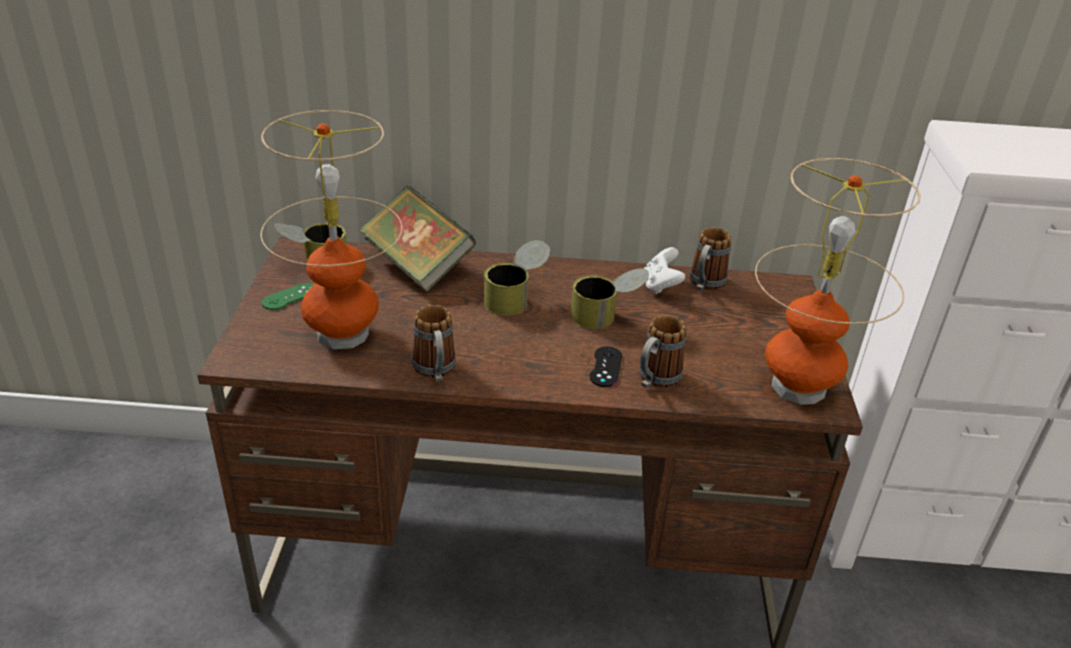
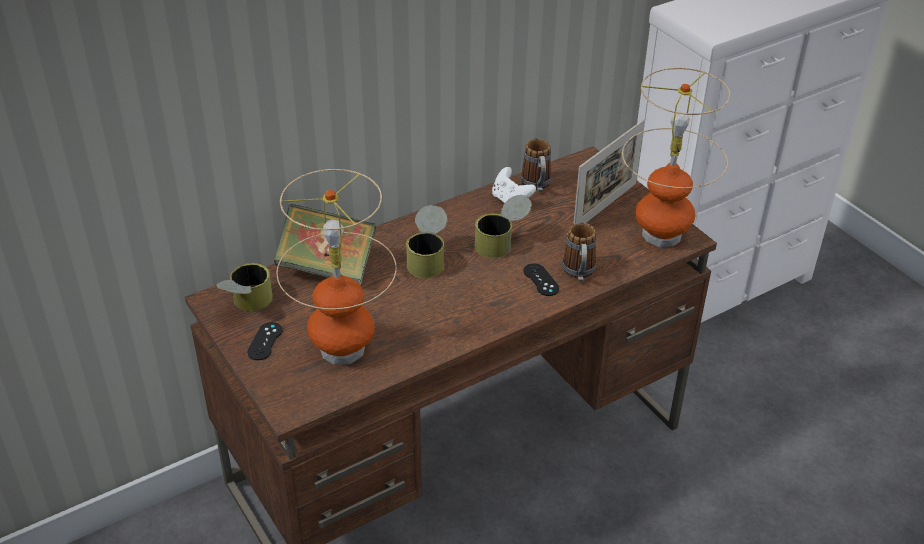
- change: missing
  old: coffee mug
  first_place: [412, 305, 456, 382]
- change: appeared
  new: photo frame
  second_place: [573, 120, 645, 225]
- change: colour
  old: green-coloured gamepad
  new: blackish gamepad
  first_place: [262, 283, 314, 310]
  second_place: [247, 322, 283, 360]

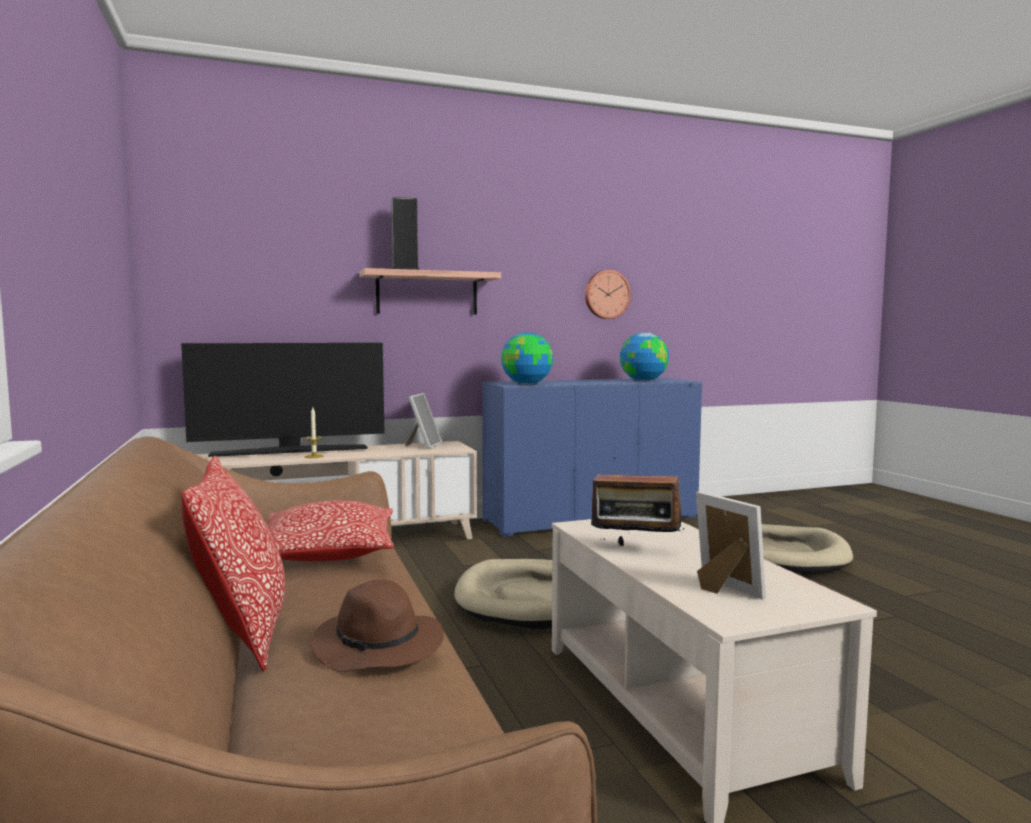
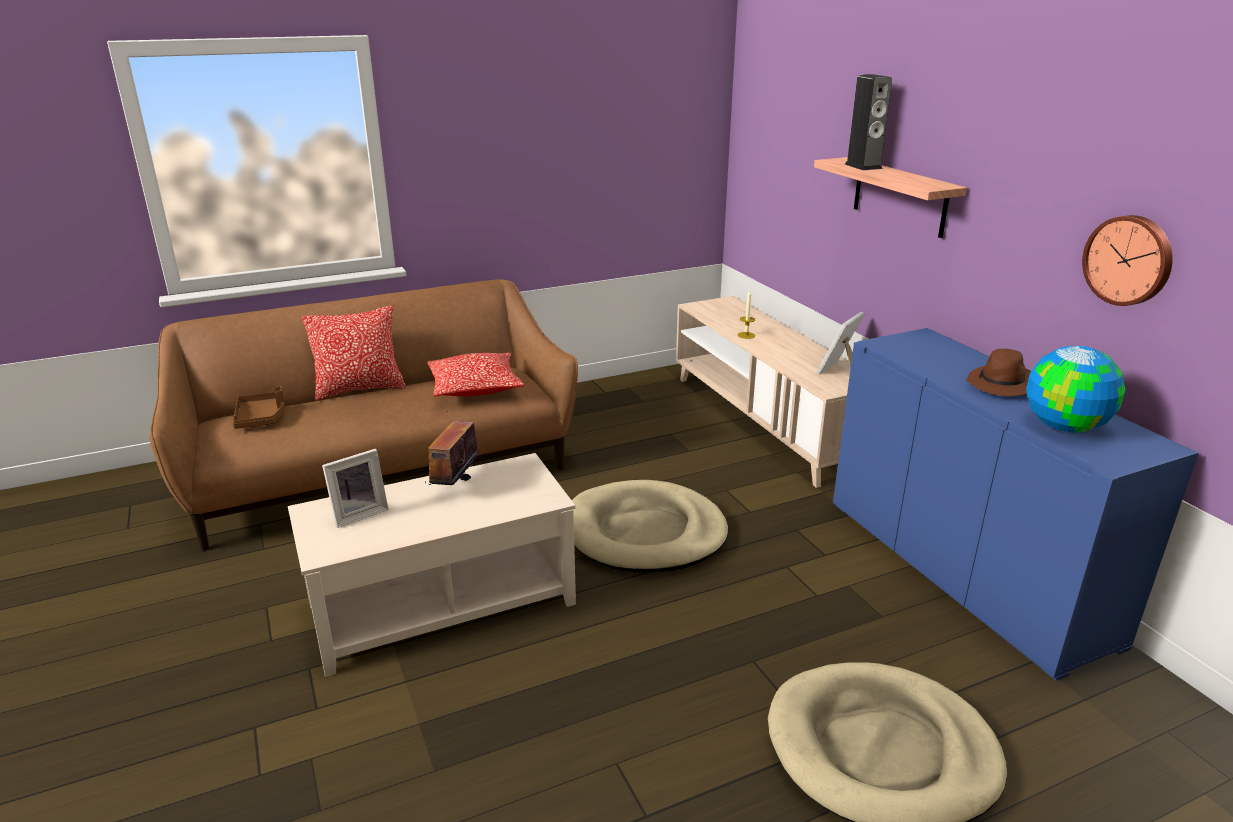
- change: missing
  old: TV
  first_place: [181, 343, 385, 457]
- change: missing
  old: desk globe
  first_place: [501, 333, 553, 385]
- change: appeared
  new: brown carrying tray
  second_place: [233, 386, 285, 429]
- change: relocated
  old: brown wearable hat
  first_place: [311, 579, 444, 672]
  second_place: [966, 348, 1031, 396]
- change: spun
  old: photo frame
  first_place: [405, 393, 442, 449]
  second_place: [817, 312, 864, 375]
  degrees: 120

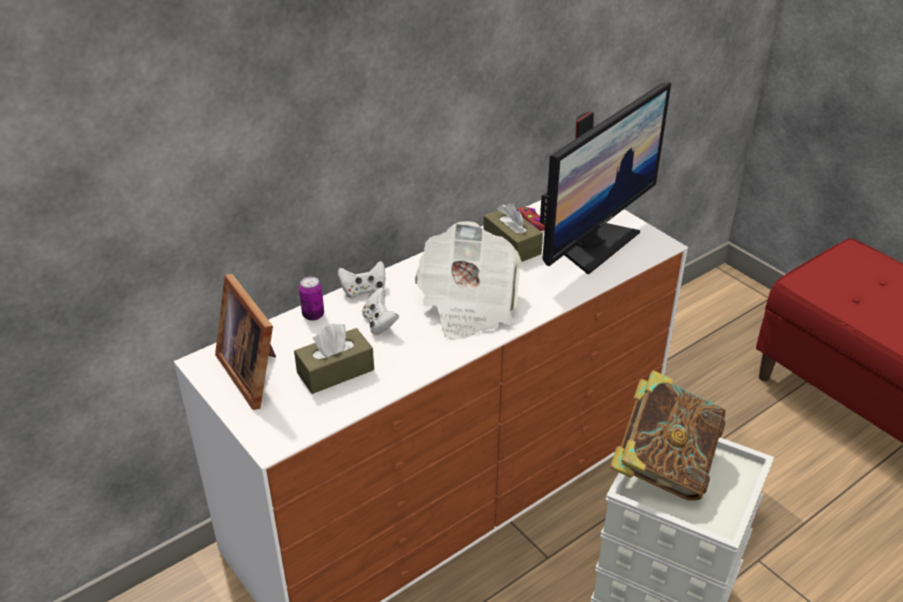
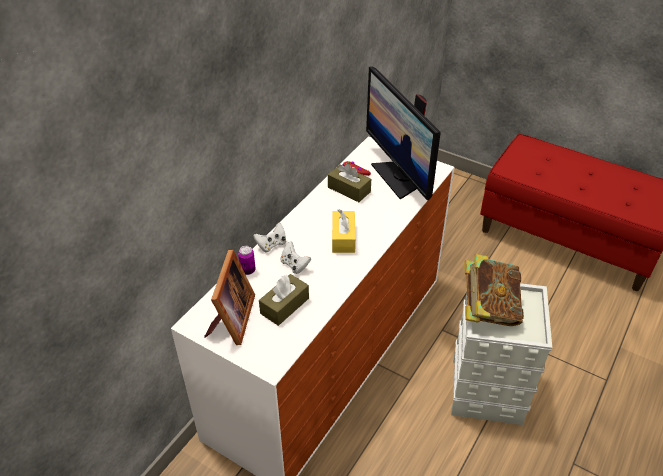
- change: exchanged
  old: daily paper
  new: yellow box of tissues
  first_place: [415, 221, 521, 340]
  second_place: [332, 209, 356, 253]
- change: spun
  old: photo frame
  first_place: [215, 274, 276, 410]
  second_place: [204, 250, 255, 345]
  degrees: -120
- change: spun
  old: computer display
  first_place: [540, 82, 671, 275]
  second_place: [366, 66, 441, 200]
  degrees: 135

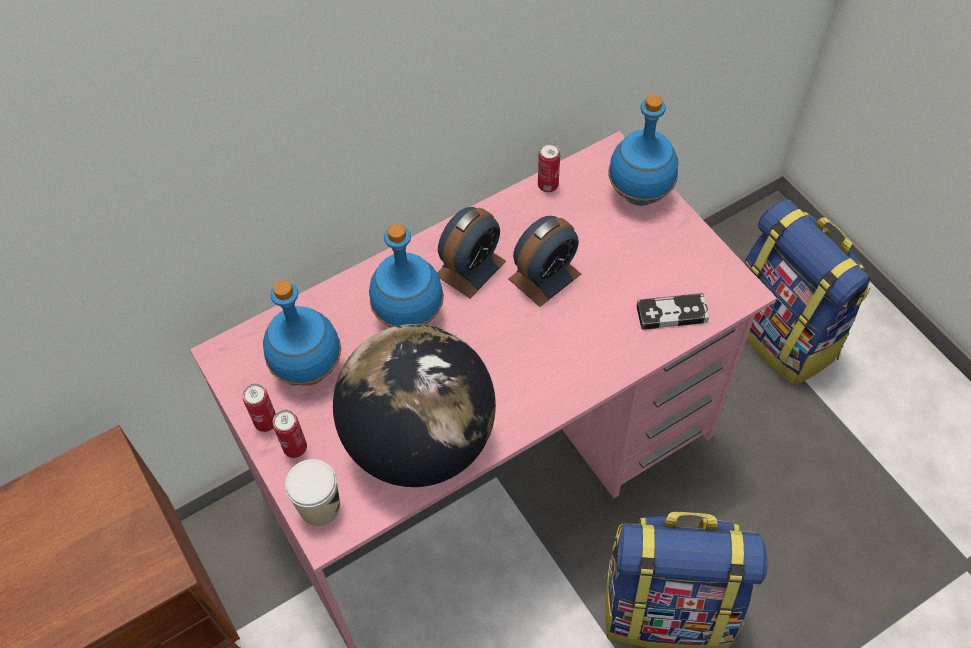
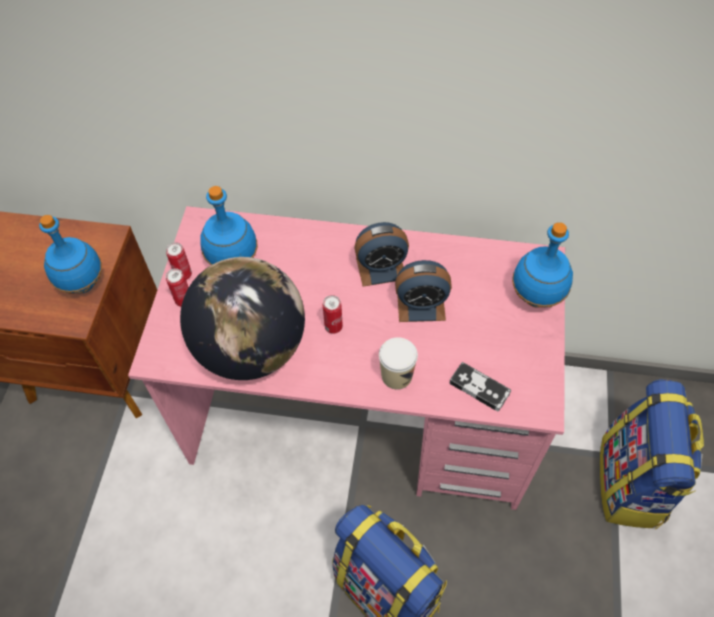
- change: relocated
  old: drinking cup
  first_place: [285, 459, 340, 526]
  second_place: [379, 337, 418, 390]
- change: relocated
  old: bluish drink bottle
  first_place: [369, 223, 444, 328]
  second_place: [39, 215, 102, 294]
- change: relocated
  old: metal can
  first_place: [538, 143, 560, 192]
  second_place: [323, 295, 343, 334]

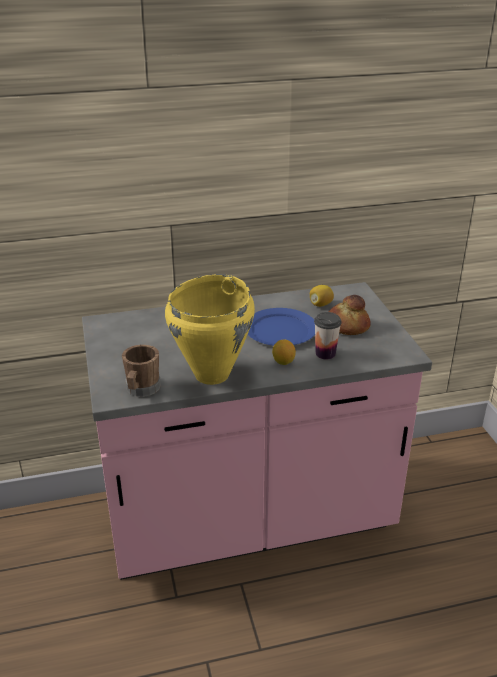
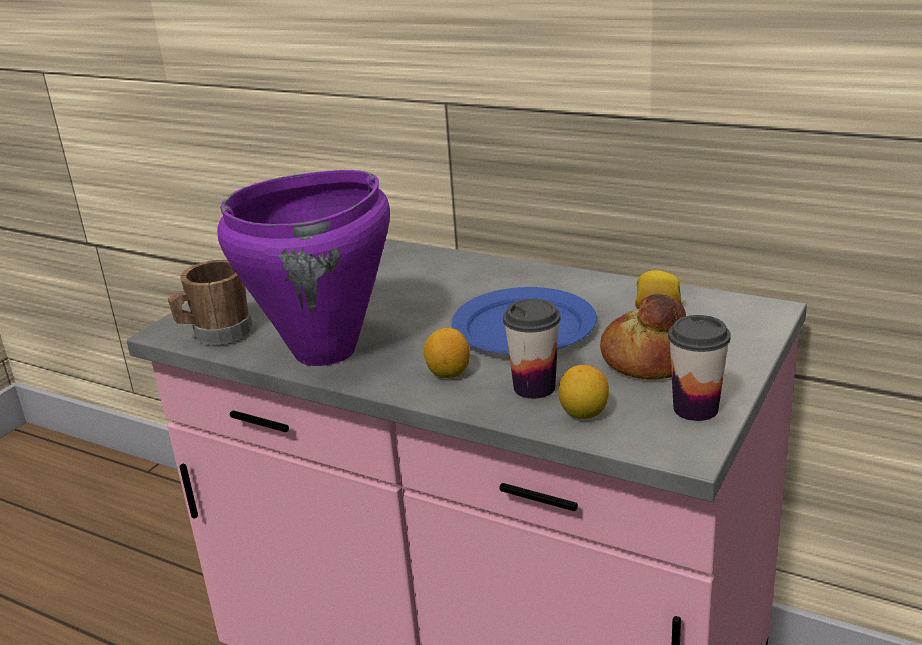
- change: appeared
  new: lemon
  second_place: [558, 365, 609, 419]
- change: appeared
  new: drinking cup
  second_place: [668, 315, 731, 421]
- change: colour
  old: yellow saucepot
  new: purplish saucepot
  first_place: [165, 274, 255, 385]
  second_place: [217, 170, 390, 366]

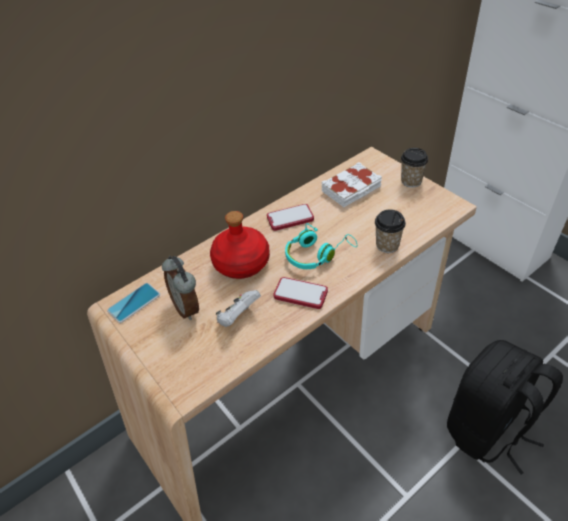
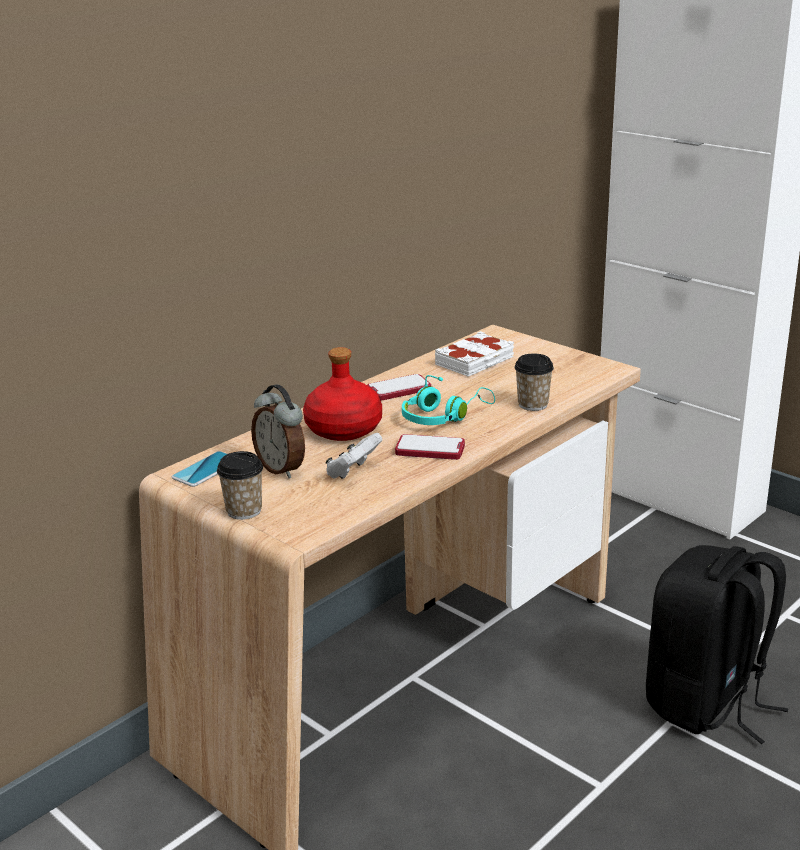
- change: relocated
  old: drinking cup
  first_place: [401, 148, 428, 188]
  second_place: [217, 451, 263, 520]

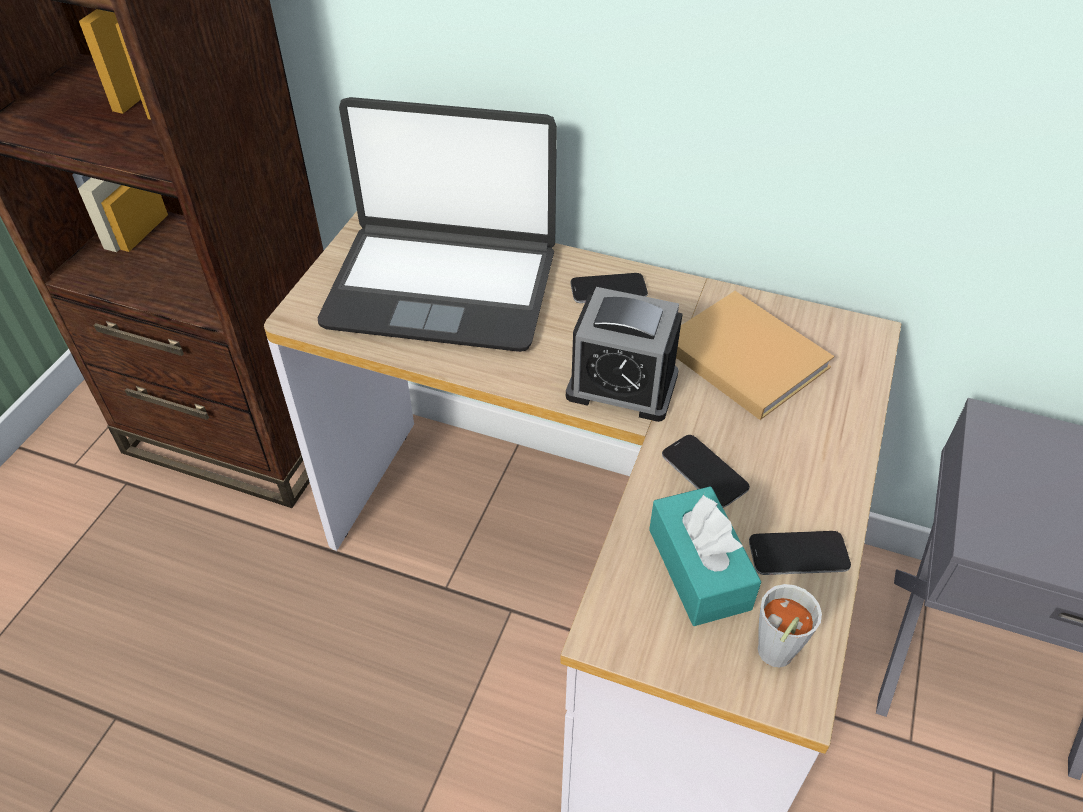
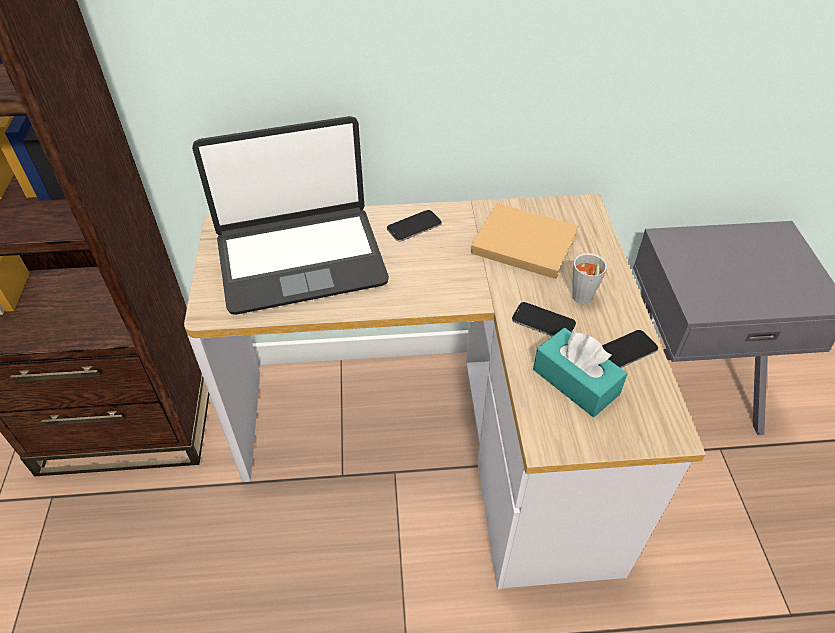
- change: missing
  old: bedside clock
  first_place: [566, 287, 683, 422]
- change: relocated
  old: greyish drinking cup
  first_place: [758, 584, 822, 667]
  second_place: [572, 253, 607, 304]

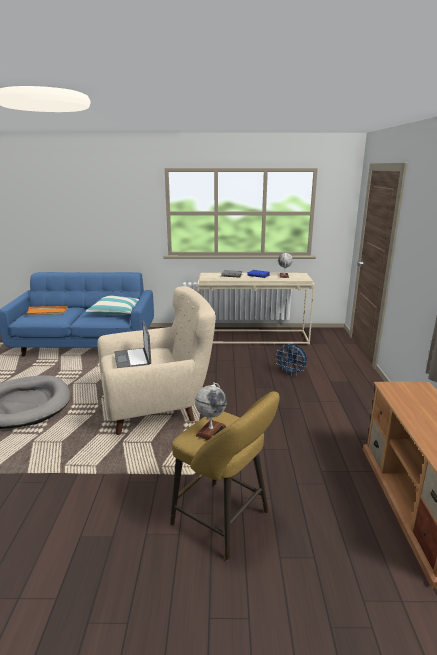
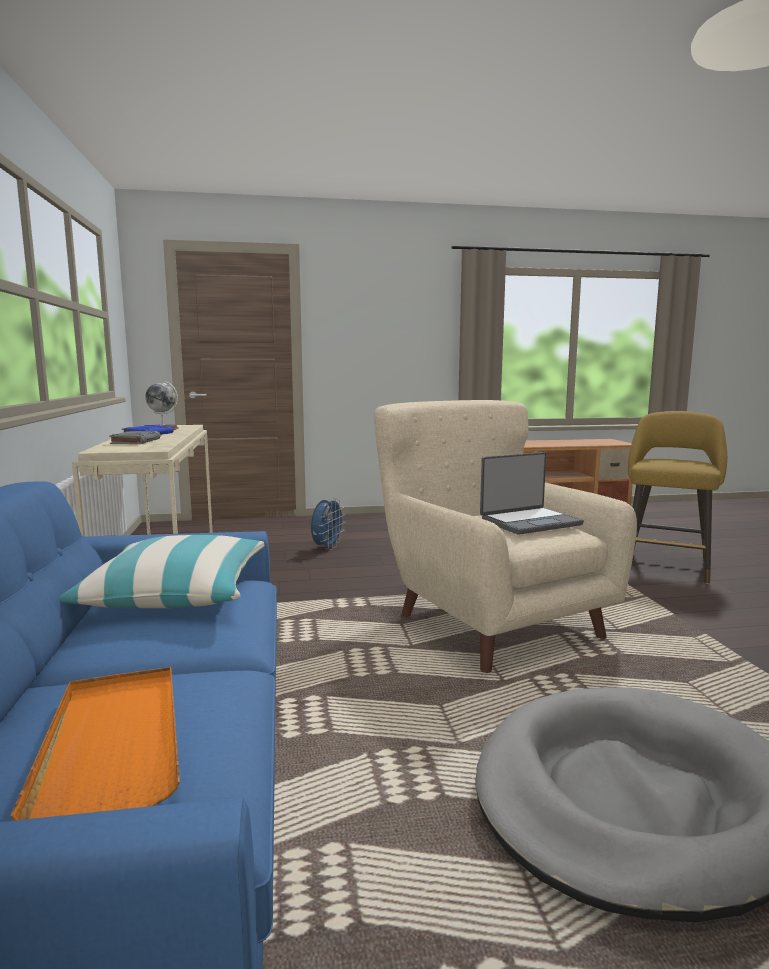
- change: missing
  old: desk globe
  first_place: [195, 383, 227, 440]

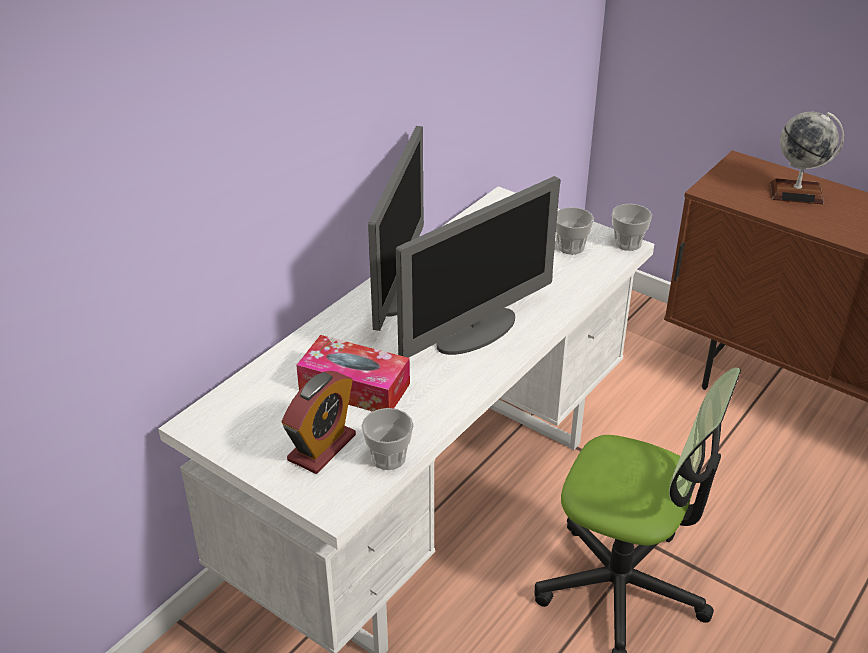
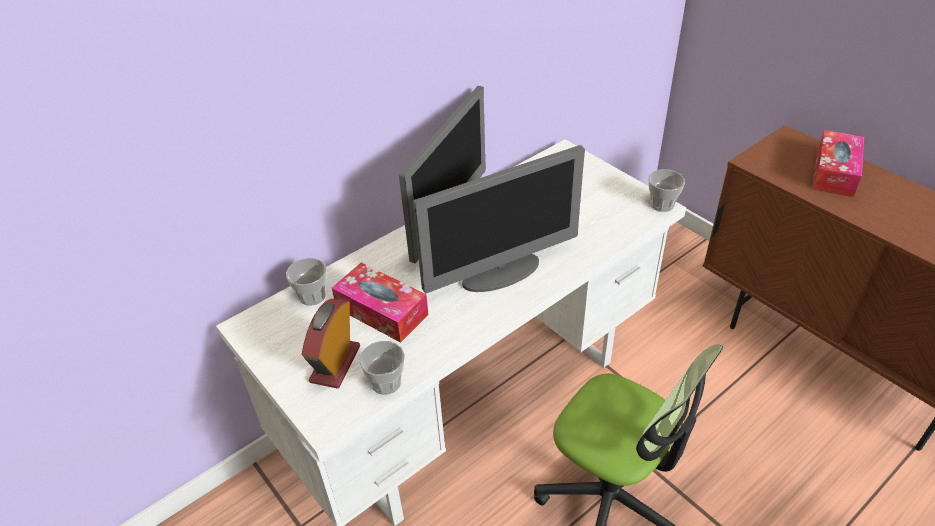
- change: relocated
  old: drinking cup
  first_place: [556, 207, 594, 255]
  second_place: [286, 258, 327, 306]
- change: exchanged
  old: desk globe
  new: box of tissues
  first_place: [770, 112, 844, 204]
  second_place: [812, 130, 864, 197]
- change: spun
  old: bedside clock
  first_place: [282, 371, 356, 474]
  second_place: [302, 299, 360, 389]
  degrees: 150

